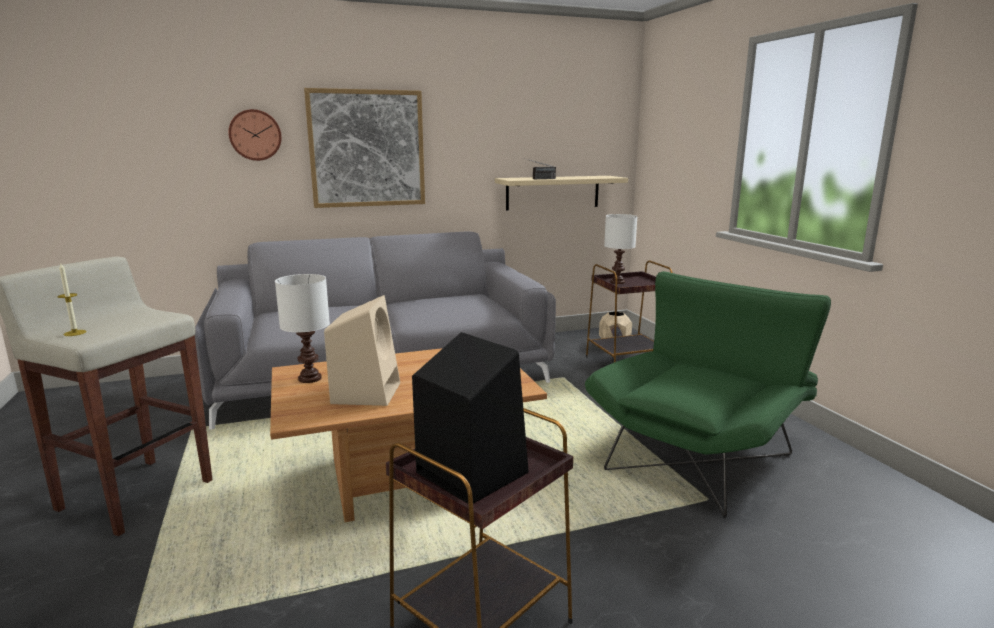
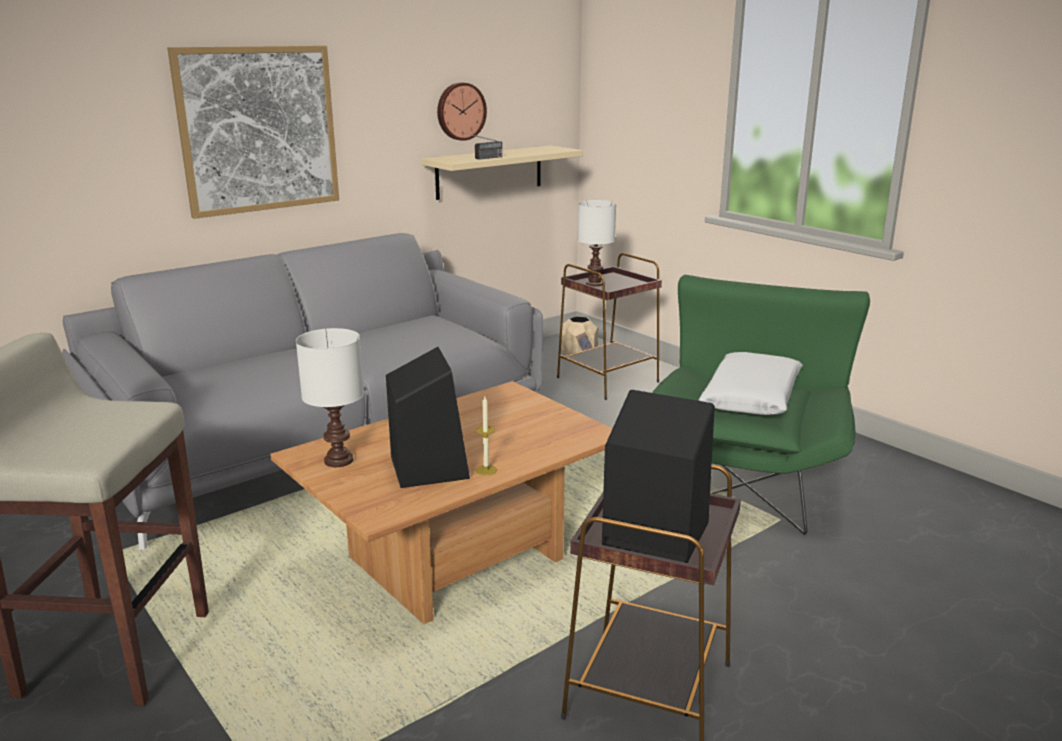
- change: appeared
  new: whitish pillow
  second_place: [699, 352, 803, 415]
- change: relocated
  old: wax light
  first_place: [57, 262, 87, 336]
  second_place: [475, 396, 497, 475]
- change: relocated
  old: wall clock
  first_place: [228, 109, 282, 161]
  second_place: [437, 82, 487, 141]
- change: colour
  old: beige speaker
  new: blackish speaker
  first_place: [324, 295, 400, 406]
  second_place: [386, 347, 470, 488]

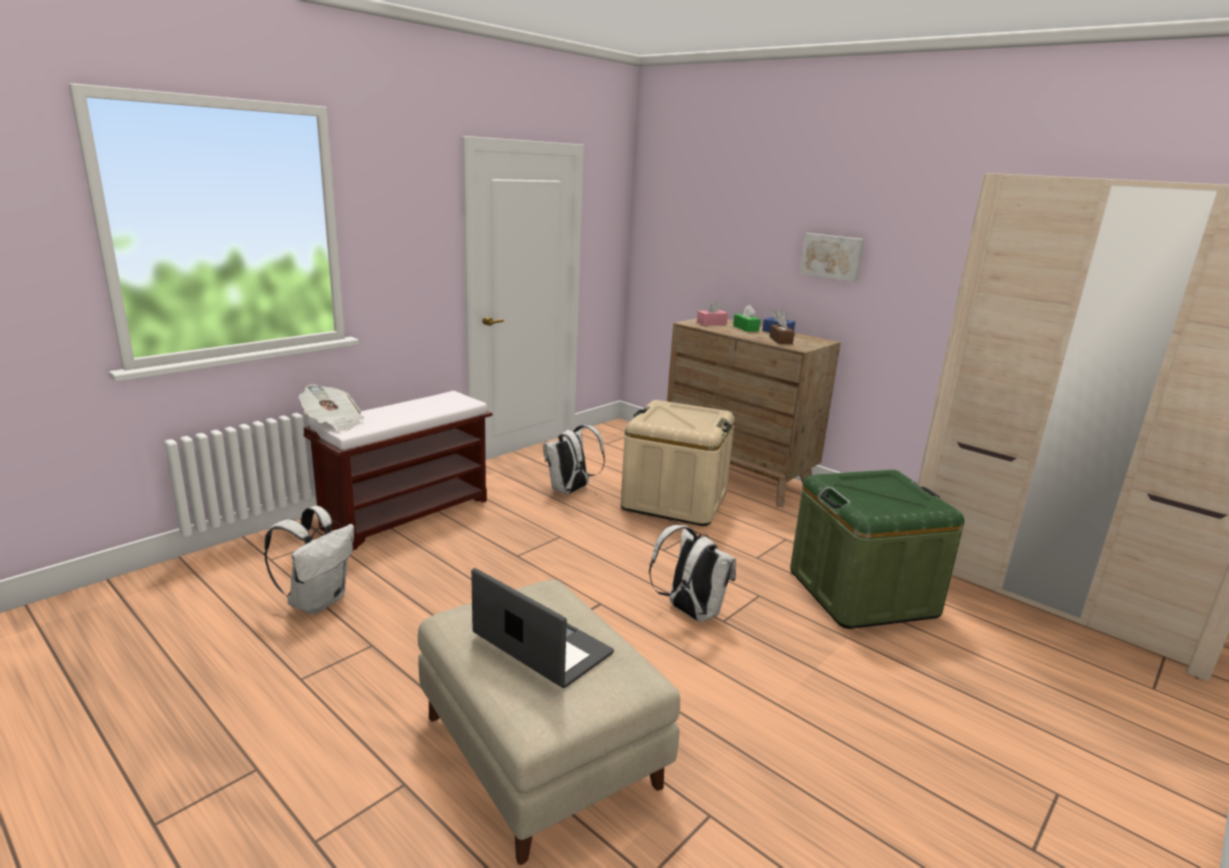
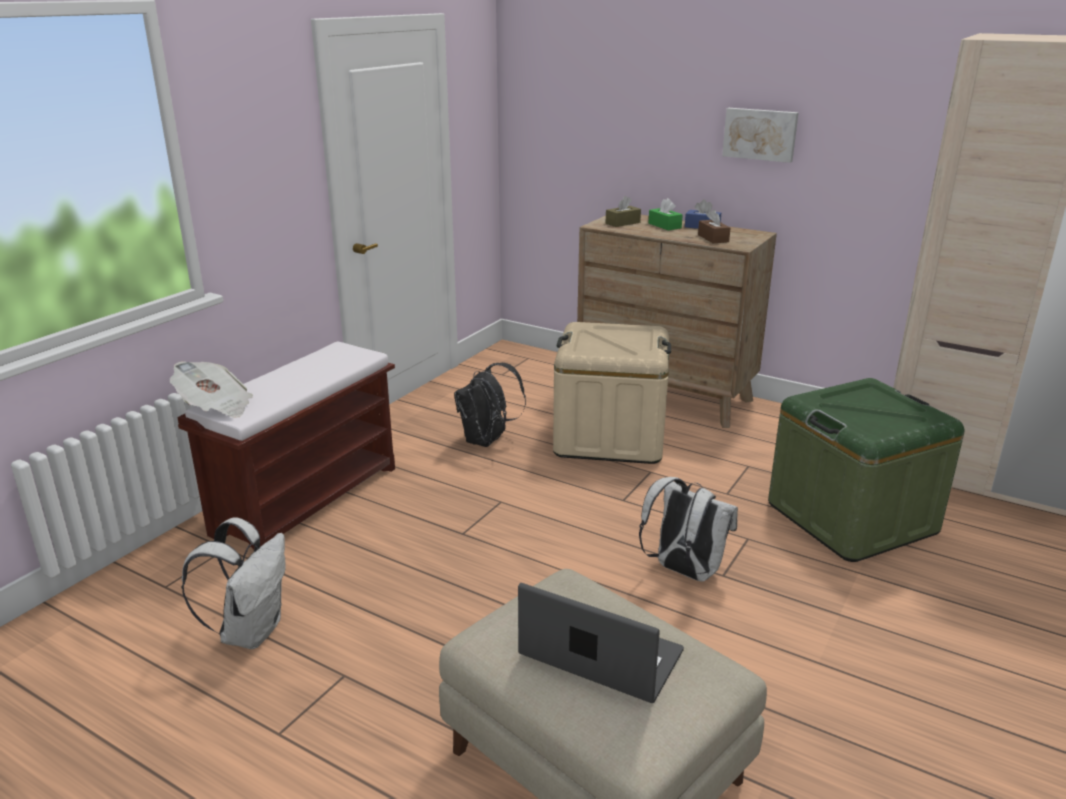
- change: colour
  old: whitish rucksack
  new: blackish rucksack
  first_place: [543, 425, 605, 494]
  second_place: [454, 363, 526, 447]
- change: colour
  old: pink box of tissues
  new: brown box of tissues
  first_place: [697, 301, 728, 326]
  second_place: [606, 196, 641, 227]

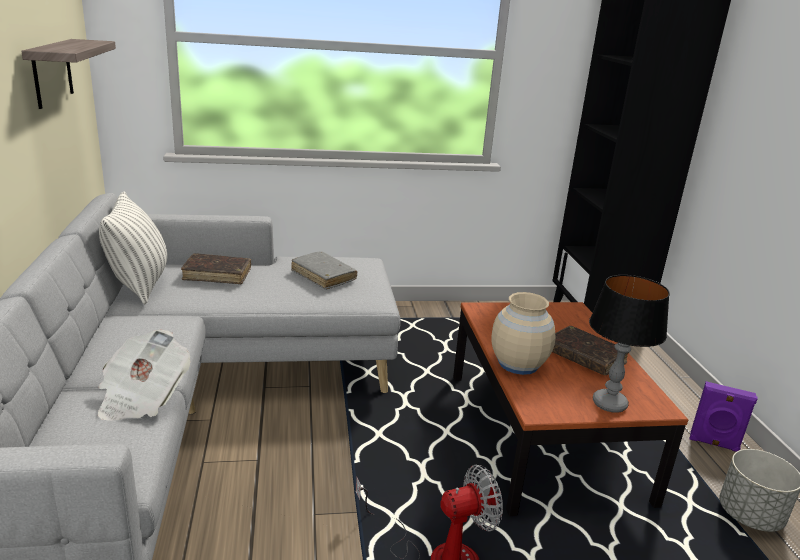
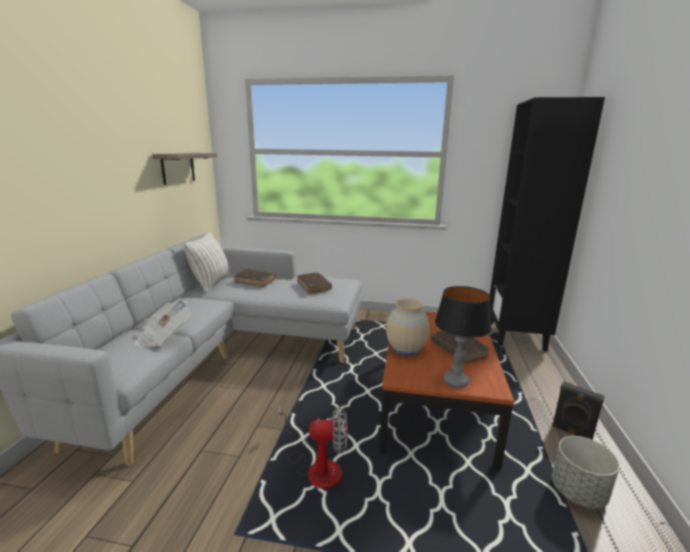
- change: colour
  old: greyish book
  new: brown book
  first_place: [291, 251, 357, 290]
  second_place: [297, 273, 332, 294]
- change: colour
  old: purplish speaker
  new: blackish speaker
  first_place: [690, 381, 758, 452]
  second_place: [552, 382, 604, 440]

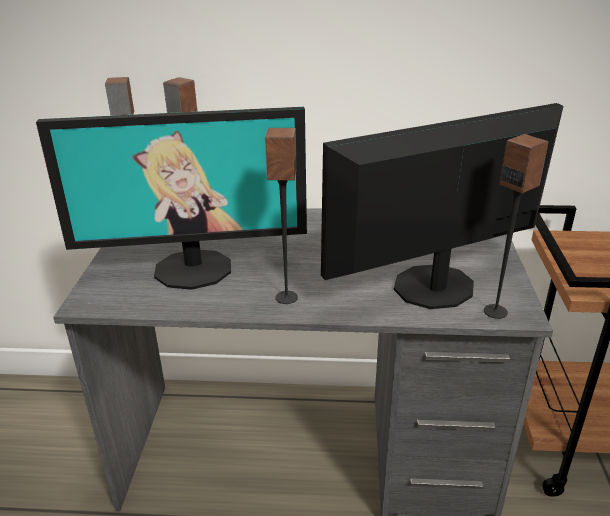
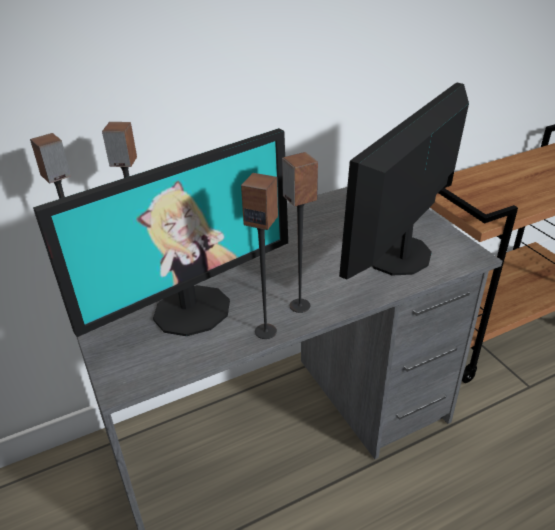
- change: relocated
  old: speaker
  first_place: [484, 134, 549, 319]
  second_place: [241, 173, 278, 339]

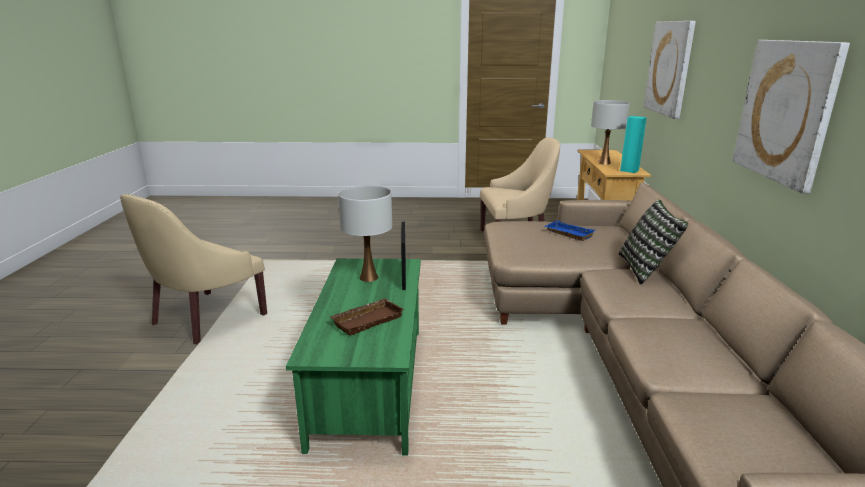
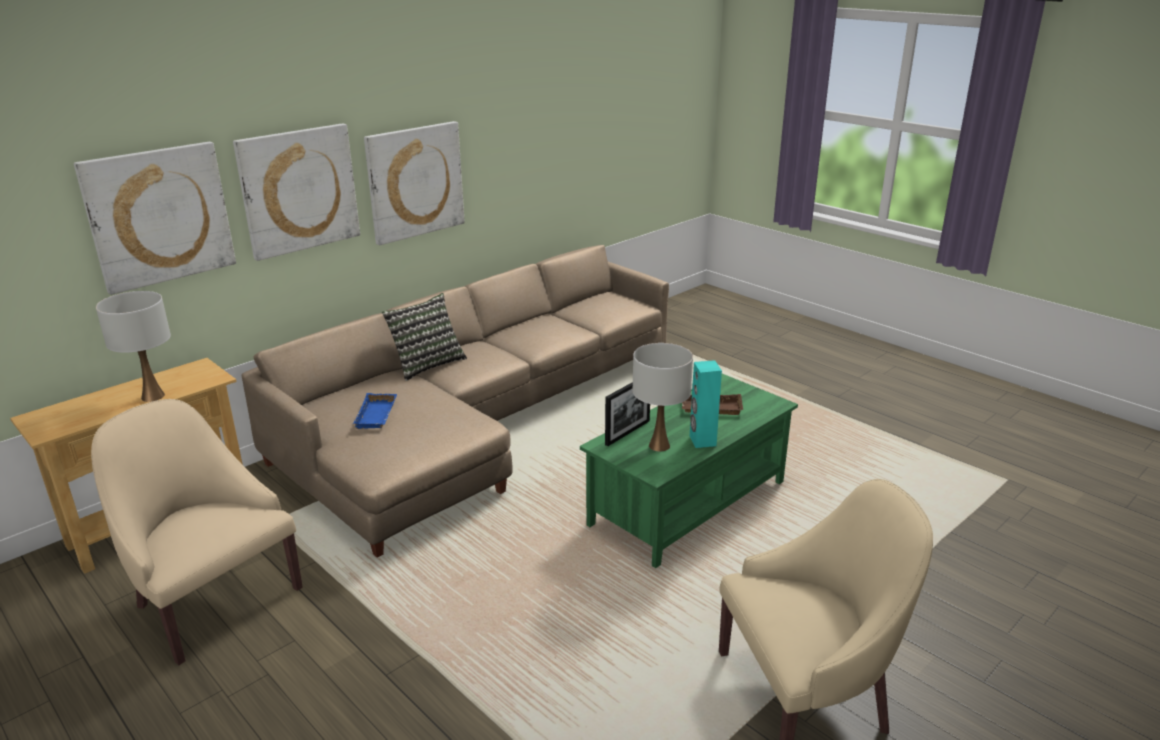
- change: appeared
  new: wall art
  second_place: [233, 123, 360, 261]
- change: relocated
  old: blue-green speaker
  first_place: [620, 116, 647, 173]
  second_place: [690, 360, 722, 448]

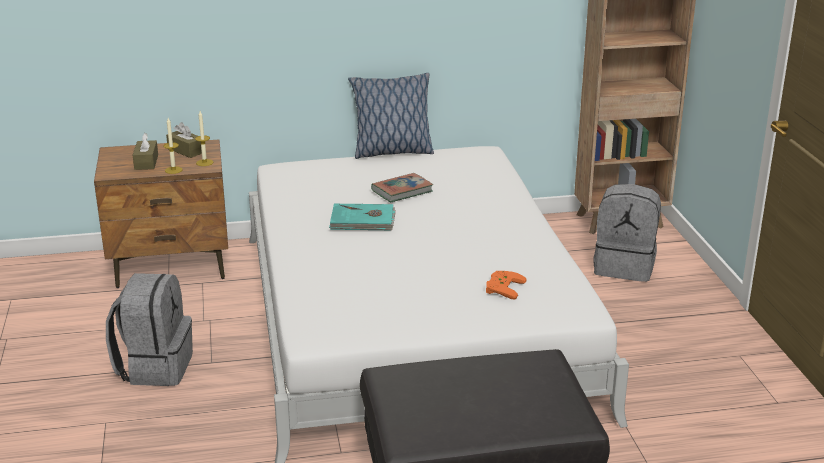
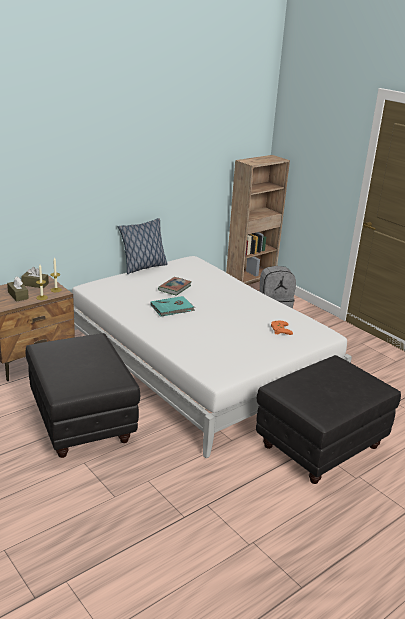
- change: exchanged
  old: greyish rucksack
  new: blackish pouffe
  first_place: [106, 273, 193, 386]
  second_place: [26, 333, 140, 458]

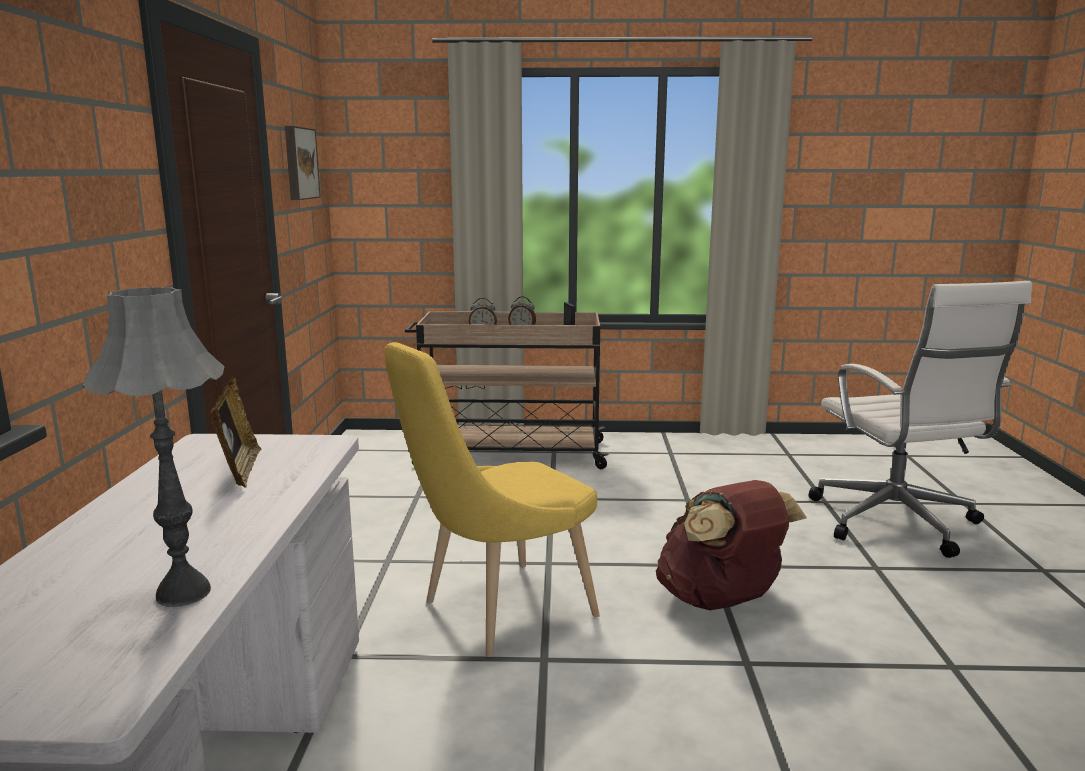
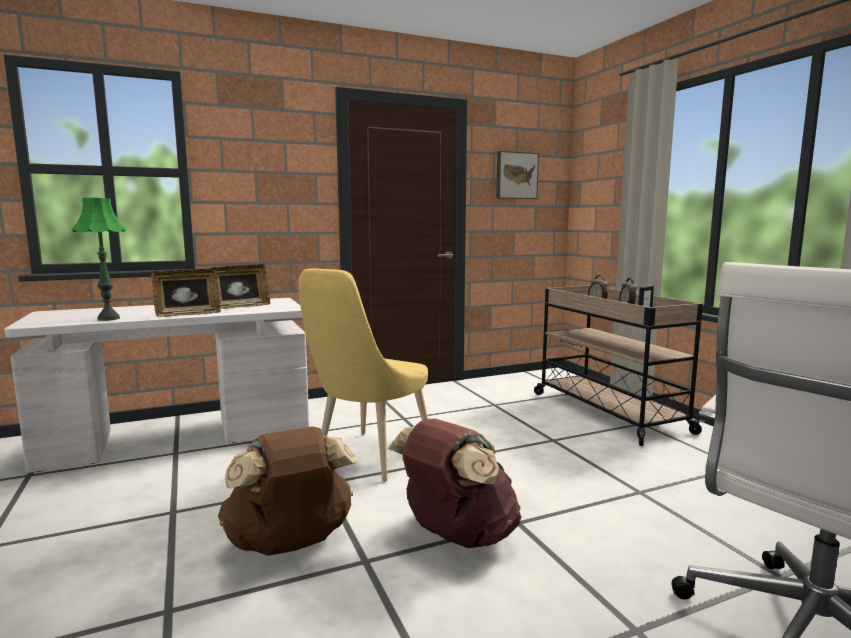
- change: appeared
  new: photo frame
  second_place: [151, 268, 221, 317]
- change: appeared
  new: brown rucksack
  second_place: [218, 426, 356, 556]
- change: colour
  old: greyish lamp for a table
  new: green-coloured lamp for a table
  first_place: [82, 287, 225, 607]
  second_place: [72, 198, 127, 321]
- change: spun
  old: yellow plain chair
  first_place: [384, 342, 600, 657]
  second_place: [298, 268, 428, 482]
  degrees: -90

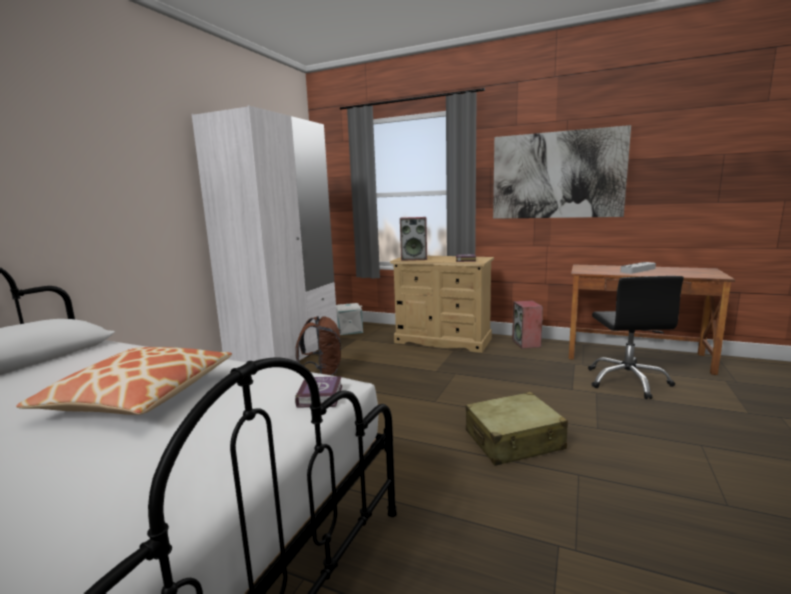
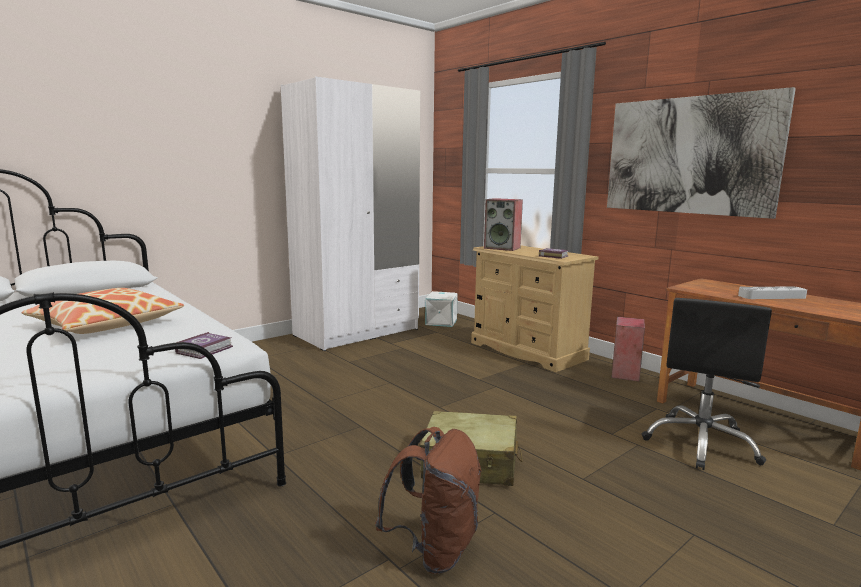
- change: relocated
  old: brown rucksack
  first_place: [295, 316, 341, 376]
  second_place: [375, 427, 482, 574]

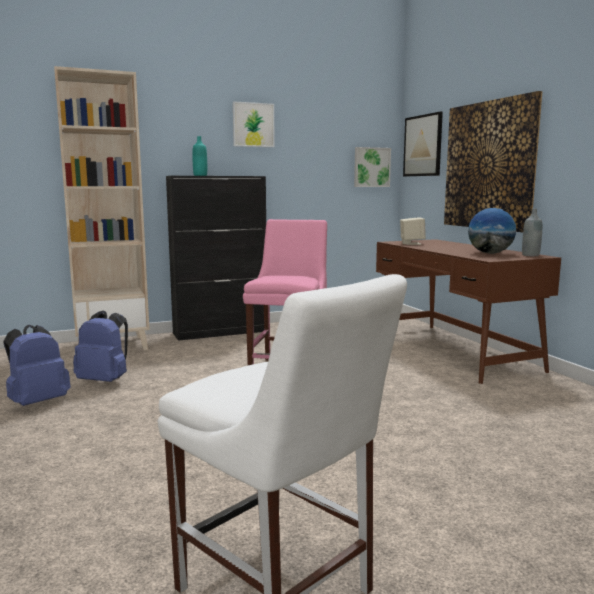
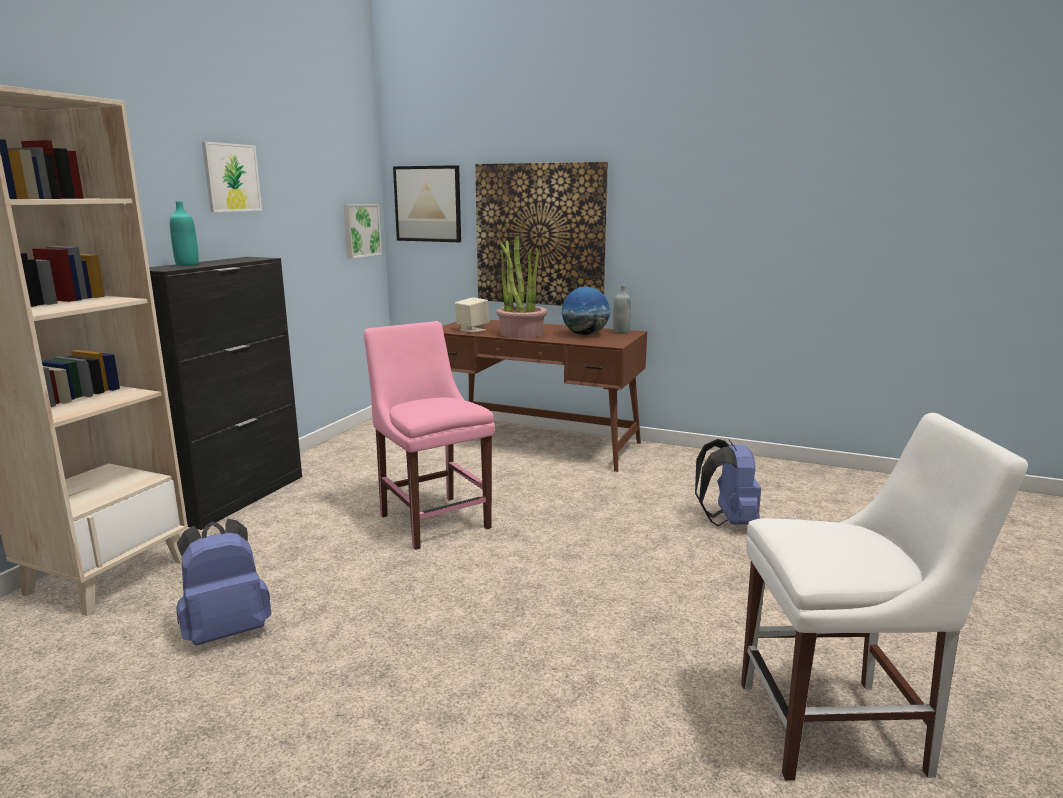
- change: appeared
  new: potted plant
  second_place: [496, 236, 547, 338]
- change: relocated
  old: bluish rucksack
  first_place: [4, 325, 71, 406]
  second_place: [695, 439, 761, 526]

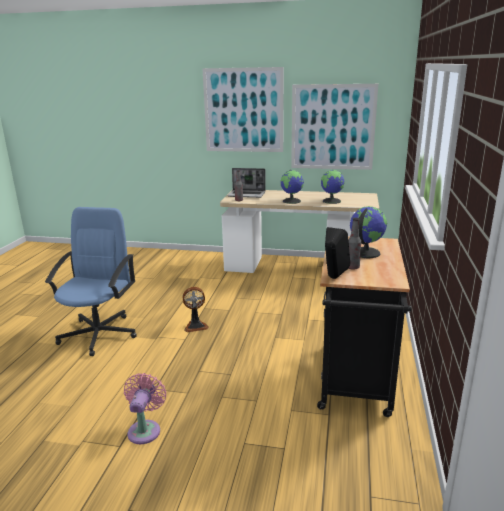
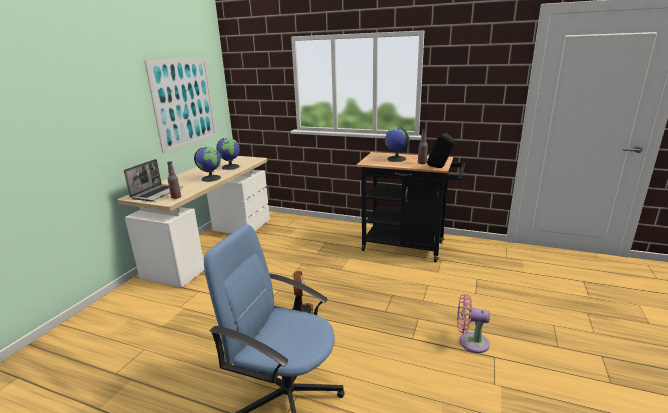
- change: missing
  old: wall art
  first_place: [202, 67, 284, 152]

